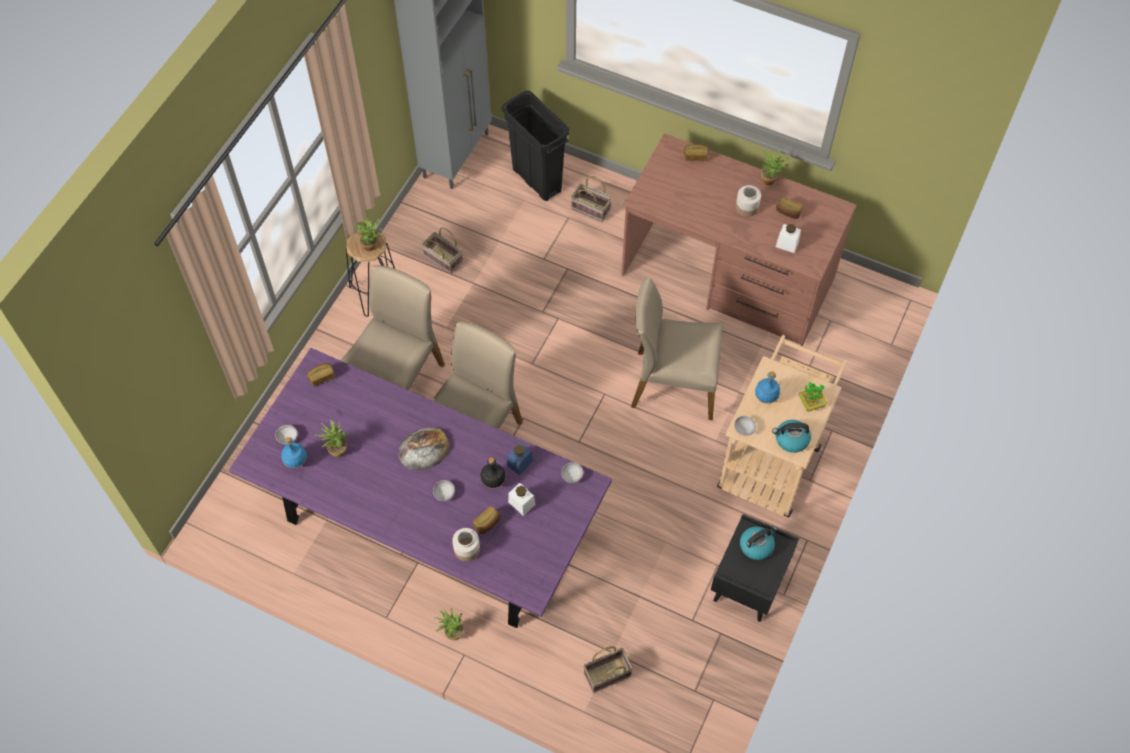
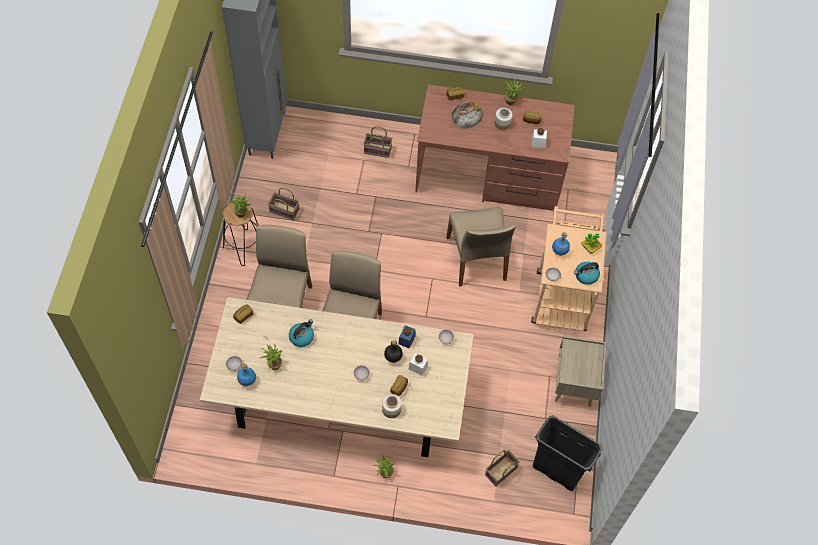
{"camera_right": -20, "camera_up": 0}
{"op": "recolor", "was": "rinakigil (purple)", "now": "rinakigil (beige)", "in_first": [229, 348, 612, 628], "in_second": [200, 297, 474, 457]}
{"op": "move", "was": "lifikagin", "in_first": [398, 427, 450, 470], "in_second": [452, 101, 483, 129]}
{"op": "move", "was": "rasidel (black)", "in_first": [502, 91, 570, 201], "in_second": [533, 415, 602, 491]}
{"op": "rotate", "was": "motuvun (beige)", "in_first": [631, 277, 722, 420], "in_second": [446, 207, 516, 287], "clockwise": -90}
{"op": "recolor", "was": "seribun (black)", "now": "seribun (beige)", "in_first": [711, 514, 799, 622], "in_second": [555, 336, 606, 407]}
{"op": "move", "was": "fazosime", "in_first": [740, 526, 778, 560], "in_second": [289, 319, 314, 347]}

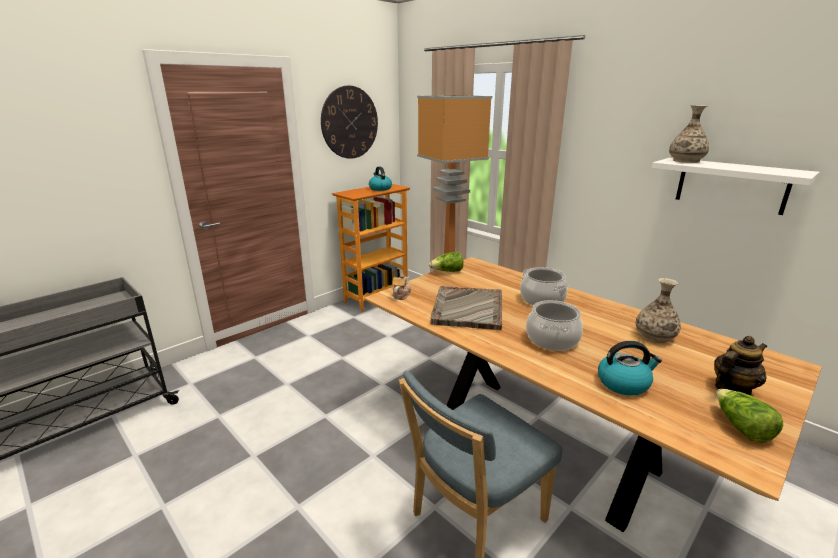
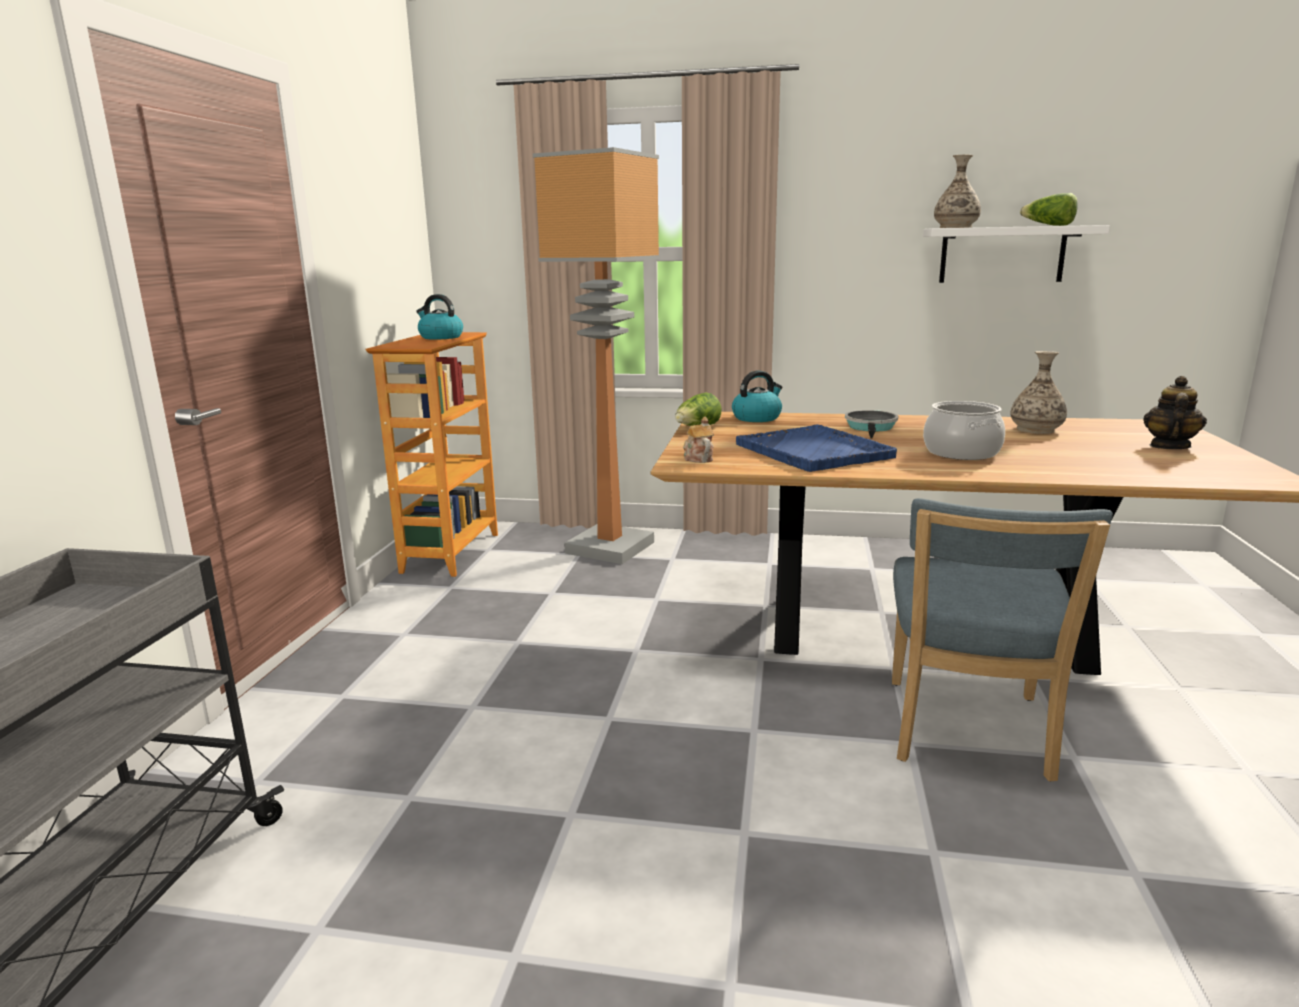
{"camera_right": -35, "camera_up": -5}
{"op": "delete", "was": "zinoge", "in_first": [321, 86, 378, 159]}
{"op": "recolor", "was": "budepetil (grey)", "now": "budepetil (blue)", "in_first": [431, 286, 502, 330], "in_second": [736, 425, 897, 472]}
{"op": "replace", "was": "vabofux", "now": "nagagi", "in_first": [520, 267, 569, 305], "in_second": [845, 410, 898, 439]}
{"op": "move", "was": "fazosime", "in_first": [598, 341, 662, 396], "in_second": [732, 370, 782, 422]}
{"op": "move", "was": "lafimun", "in_first": [716, 389, 783, 443], "in_second": [1020, 193, 1078, 226]}

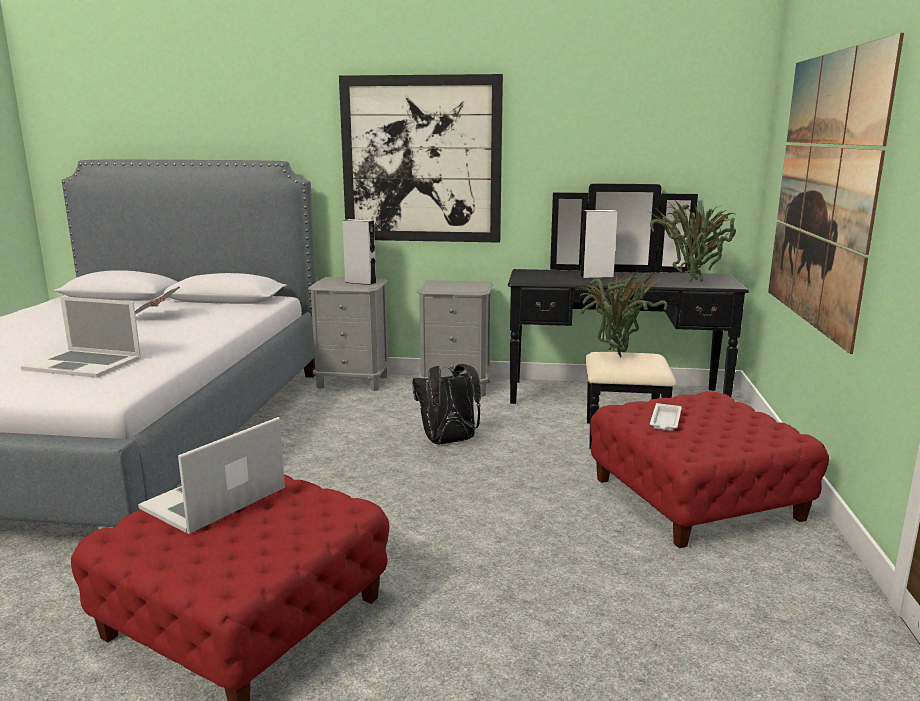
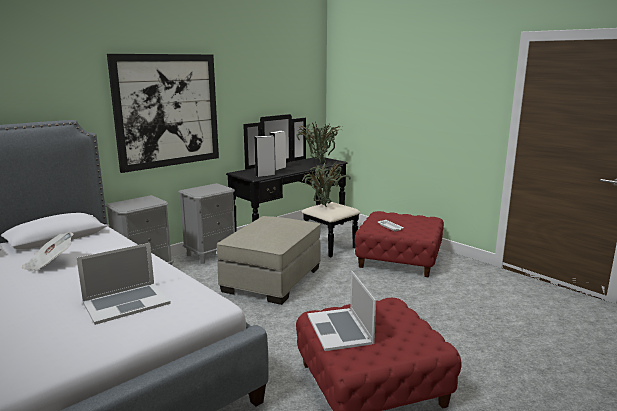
{"camera_right": -50, "camera_up": 0}
{"op": "move", "was": "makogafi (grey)", "in_first": [342, 219, 376, 285], "in_second": [254, 135, 275, 177]}
{"op": "replace", "was": "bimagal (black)", "now": "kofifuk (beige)", "in_first": [412, 364, 481, 445], "in_second": [217, 216, 321, 305]}
{"op": "delete", "was": "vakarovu", "in_first": [768, 33, 904, 354]}

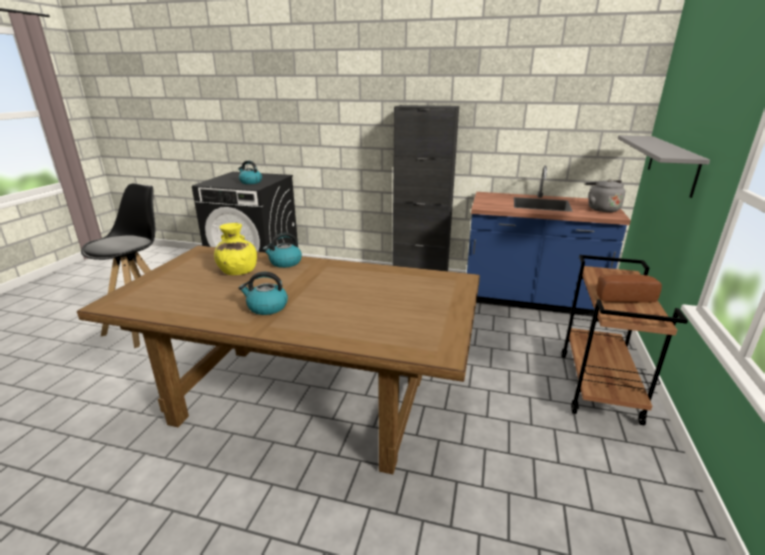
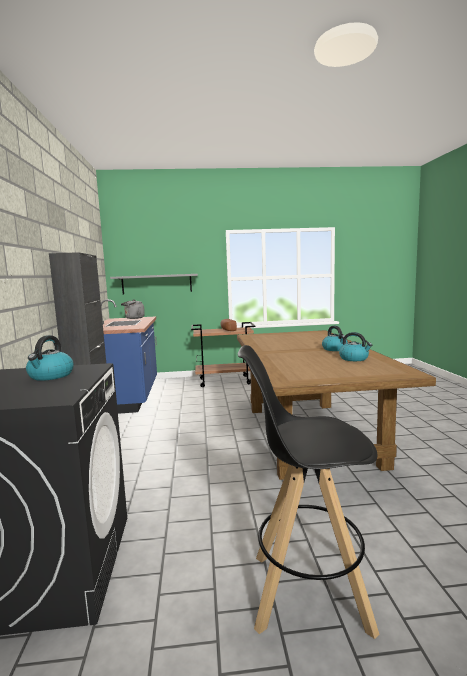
{"camera_right": -110, "camera_up": -15}
{"op": "delete", "was": "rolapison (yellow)", "in_first": [214, 223, 257, 275]}
{"op": "move", "was": "fazosime", "in_first": [263, 233, 302, 268], "in_second": [339, 332, 373, 361]}

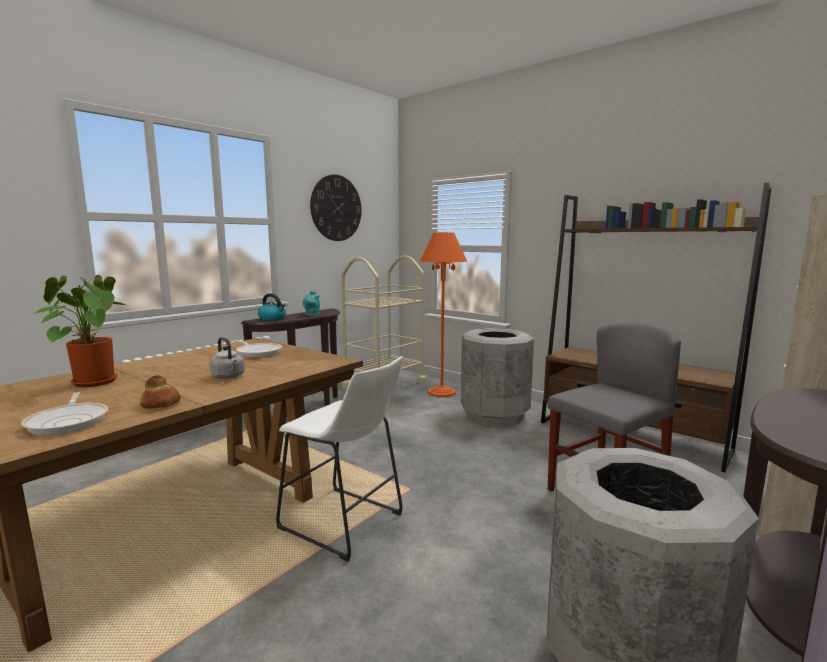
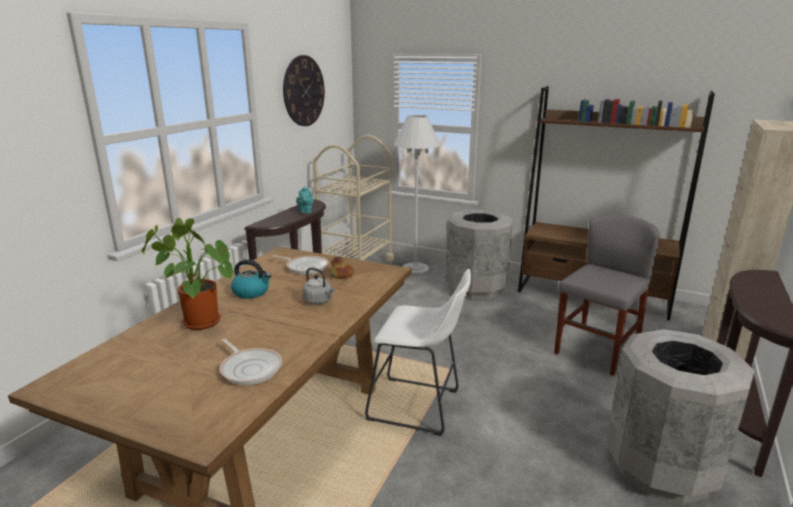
{"camera_right": -15, "camera_up": 10}
{"op": "move", "was": "lifikagin", "in_first": [140, 375, 181, 409], "in_second": [330, 256, 354, 279]}
{"op": "move", "was": "fazosime", "in_first": [258, 293, 286, 321], "in_second": [231, 259, 271, 299]}
{"op": "recolor", "was": "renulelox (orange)", "now": "renulelox (white)", "in_first": [420, 232, 467, 397], "in_second": [394, 115, 440, 275]}

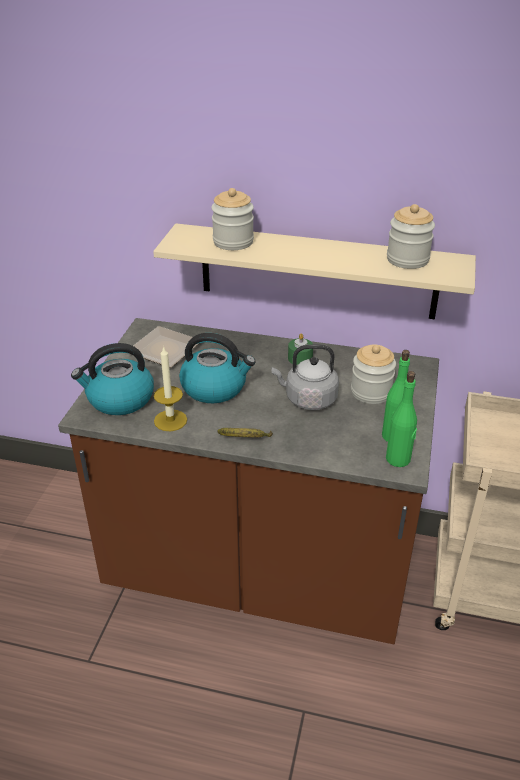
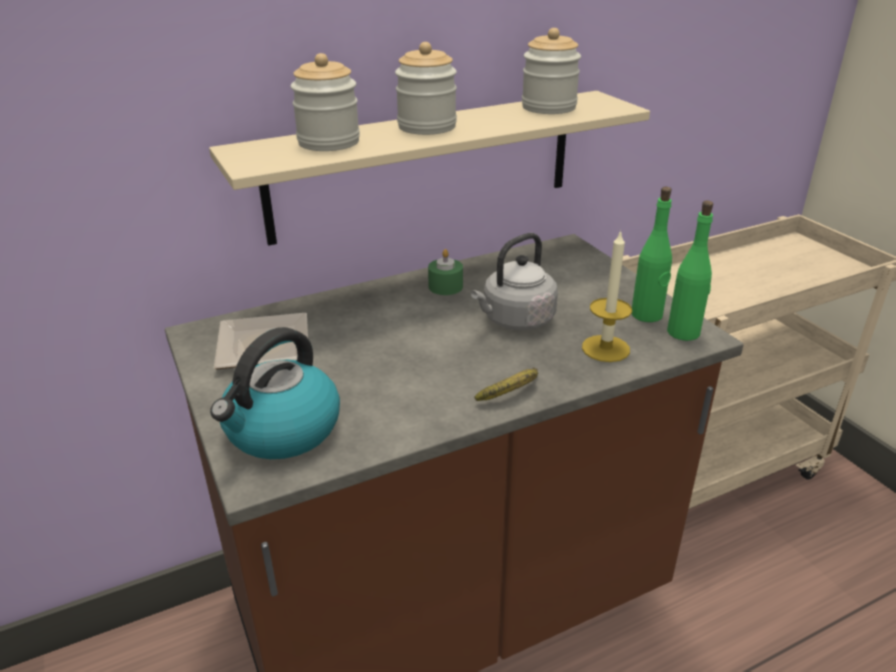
{"camera_right": -40, "camera_up": -5}
{"op": "move", "was": "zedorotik", "in_first": [154, 346, 187, 431], "in_second": [582, 230, 632, 362]}
{"op": "delete", "was": "fazosime", "in_first": [179, 333, 256, 403]}
{"op": "move", "was": "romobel", "in_first": [351, 345, 396, 404], "in_second": [395, 42, 457, 135]}

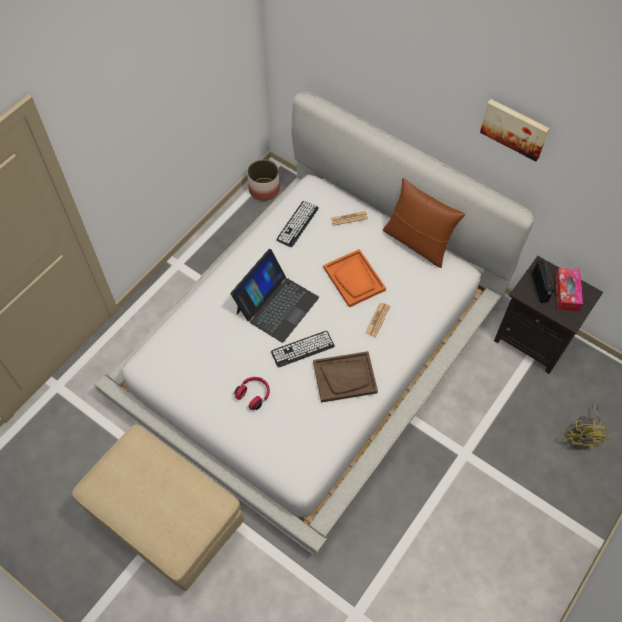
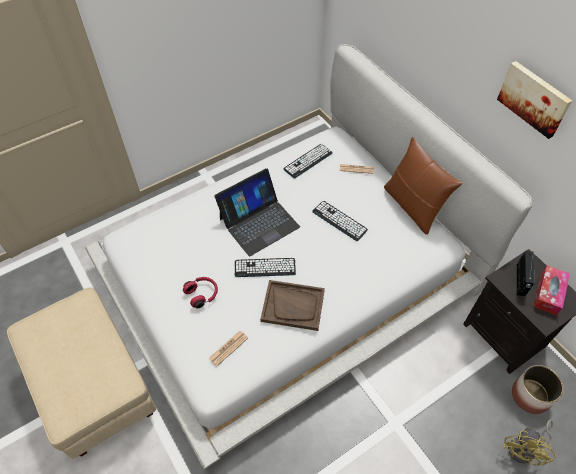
{"camera_right": 20, "camera_up": -5}
{"op": "move", "was": "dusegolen", "in_first": [247, 160, 280, 201], "in_second": [512, 365, 564, 414]}
{"op": "replace", "was": "budepetil (orange)", "now": "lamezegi", "in_first": [323, 249, 386, 307], "in_second": [312, 201, 368, 241]}
{"op": "move", "was": "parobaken", "in_first": [365, 303, 390, 337], "in_second": [208, 331, 248, 367]}

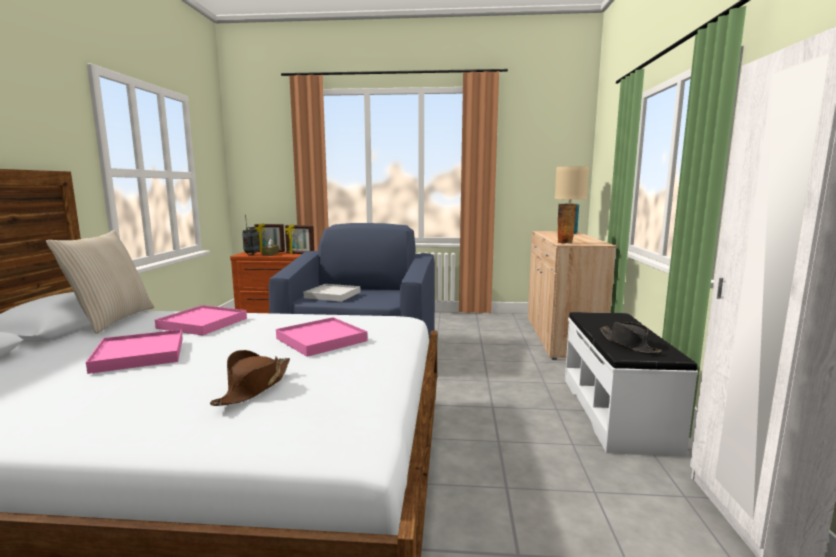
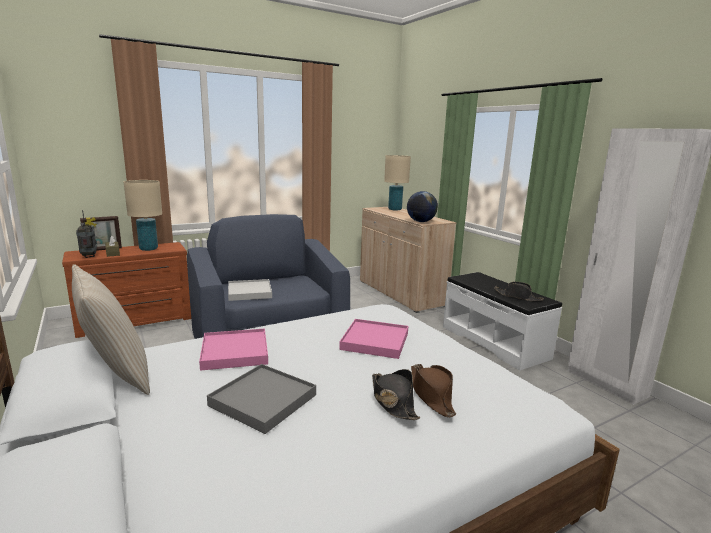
{"camera_right": -35, "camera_up": 5}
{"op": "recolor", "was": "budepetil (pink)", "now": "budepetil (grey)", "in_first": [86, 329, 183, 374], "in_second": [207, 364, 316, 434]}
{"op": "replace", "was": "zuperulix", "now": "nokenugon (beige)", "in_first": [285, 224, 314, 254], "in_second": [124, 180, 162, 251]}
{"op": "replace", "was": "rolapison", "now": "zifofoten", "in_first": [557, 204, 577, 244], "in_second": [407, 191, 438, 222]}
{"op": "insert", "now": "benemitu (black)", "in_second": [372, 369, 420, 420]}

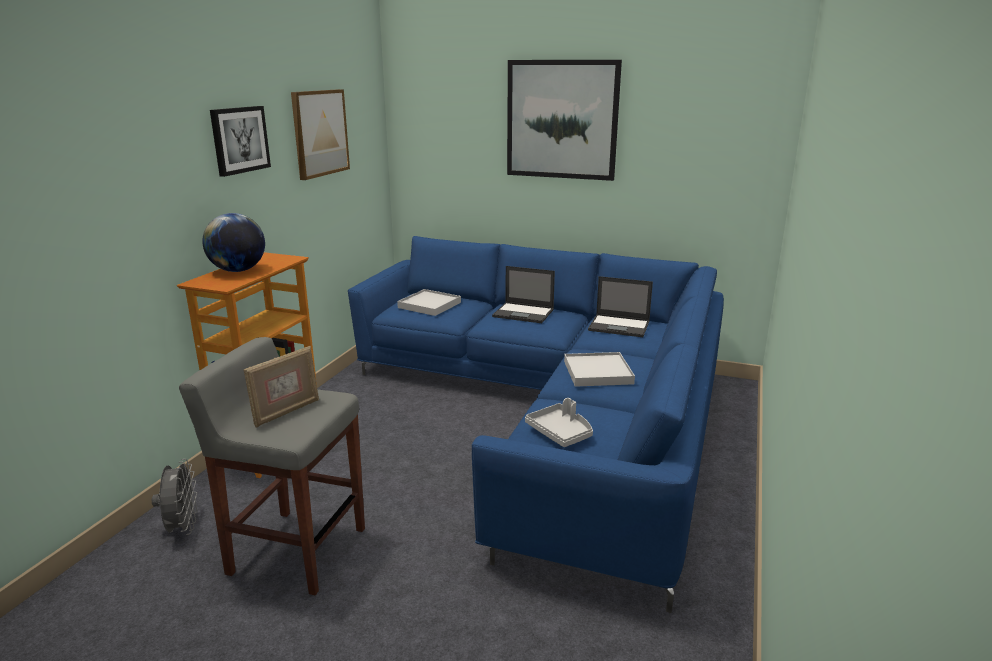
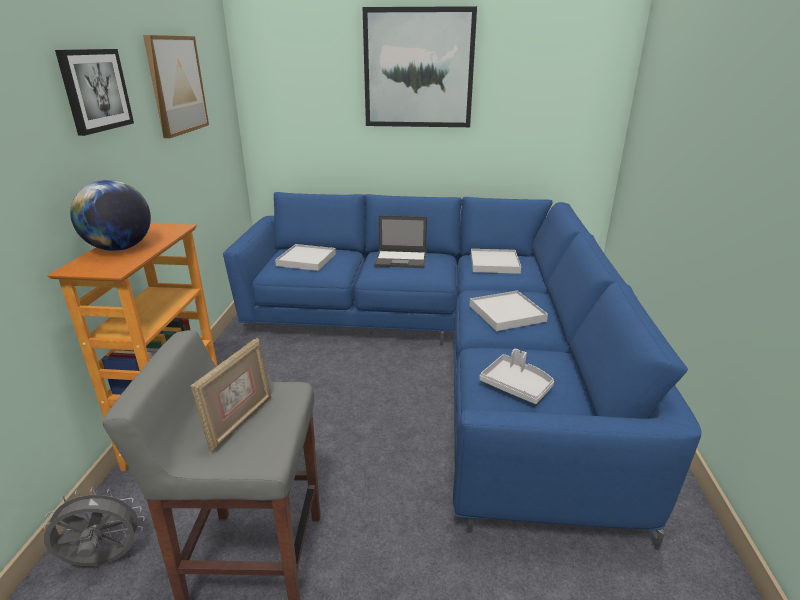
{"camera_right": -15, "camera_up": 5}
{"op": "rotate", "was": "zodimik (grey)", "in_first": [152, 459, 197, 535], "in_second": [44, 488, 145, 566], "clockwise": -75}
{"op": "replace", "was": "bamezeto", "now": "budepetil (white)", "in_first": [588, 276, 653, 337], "in_second": [471, 249, 521, 274]}

